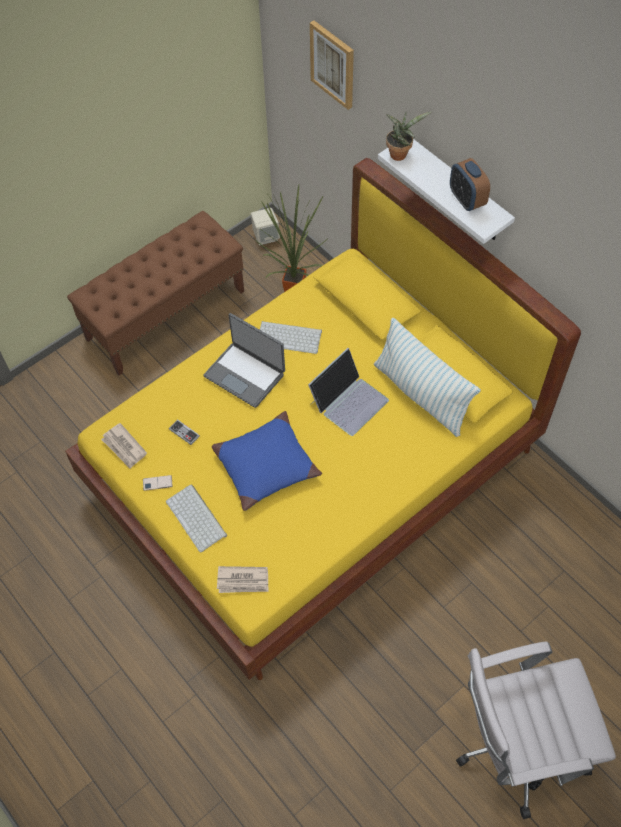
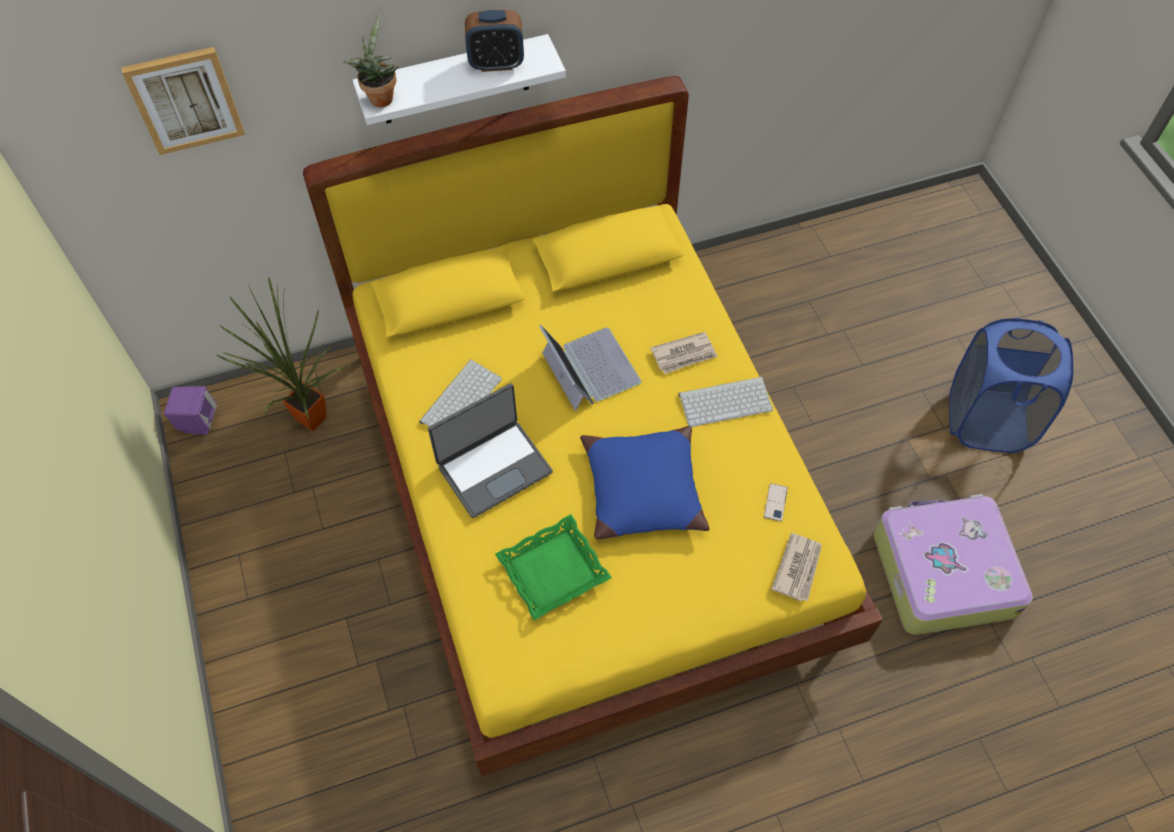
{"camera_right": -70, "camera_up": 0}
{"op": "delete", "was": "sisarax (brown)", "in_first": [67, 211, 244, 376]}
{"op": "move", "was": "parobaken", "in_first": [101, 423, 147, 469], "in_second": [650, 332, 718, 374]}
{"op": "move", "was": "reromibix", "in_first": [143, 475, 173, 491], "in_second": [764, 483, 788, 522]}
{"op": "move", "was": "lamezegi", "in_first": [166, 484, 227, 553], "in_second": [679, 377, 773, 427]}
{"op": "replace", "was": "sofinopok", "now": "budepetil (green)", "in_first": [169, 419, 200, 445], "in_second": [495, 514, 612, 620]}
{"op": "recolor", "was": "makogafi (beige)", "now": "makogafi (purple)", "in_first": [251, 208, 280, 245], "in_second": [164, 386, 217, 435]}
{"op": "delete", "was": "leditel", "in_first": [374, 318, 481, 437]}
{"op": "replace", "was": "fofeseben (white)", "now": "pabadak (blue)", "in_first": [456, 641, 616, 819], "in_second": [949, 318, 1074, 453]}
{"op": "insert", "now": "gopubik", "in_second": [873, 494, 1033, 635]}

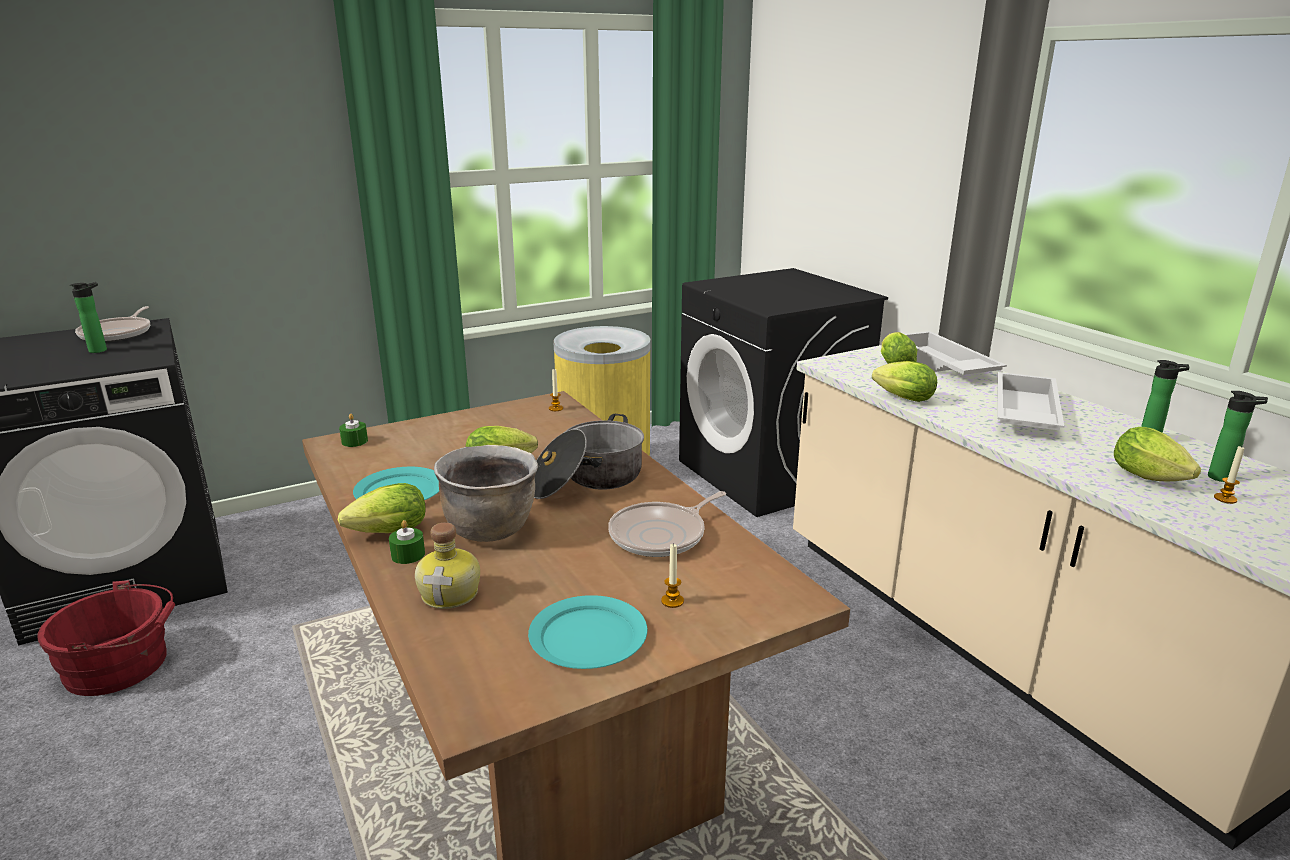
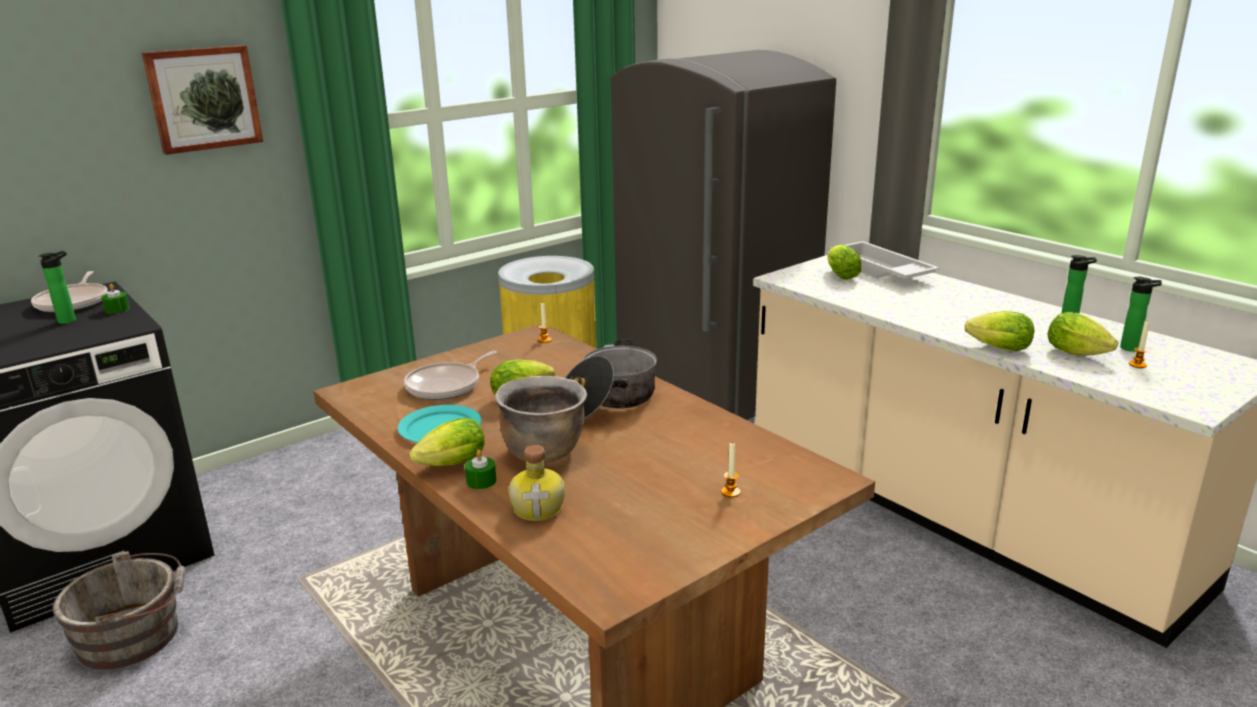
{"camera_right": -10, "camera_up": 0}
{"op": "recolor", "was": "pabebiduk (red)", "now": "pabebiduk (grey)", "in_first": [37, 580, 175, 696], "in_second": [53, 551, 185, 670]}
{"op": "move", "was": "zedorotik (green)", "in_first": [339, 414, 368, 447], "in_second": [101, 284, 130, 314]}
{"op": "delete", "was": "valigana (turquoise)", "in_first": [528, 595, 648, 669]}
{"op": "move", "was": "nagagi", "in_first": [608, 491, 726, 557], "in_second": [404, 351, 497, 400]}
{"op": "replace", "was": "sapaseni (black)", "now": "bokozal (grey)", "in_first": [679, 268, 888, 517], "in_second": [611, 50, 836, 420]}
{"op": "move", "was": "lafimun", "in_first": [872, 361, 937, 402], "in_second": [965, 311, 1034, 351]}
{"op": "delete", "was": "budepetil (white)", "in_first": [997, 372, 1064, 430]}
{"op": "insert", "now": "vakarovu", "in_second": [142, 45, 263, 155]}

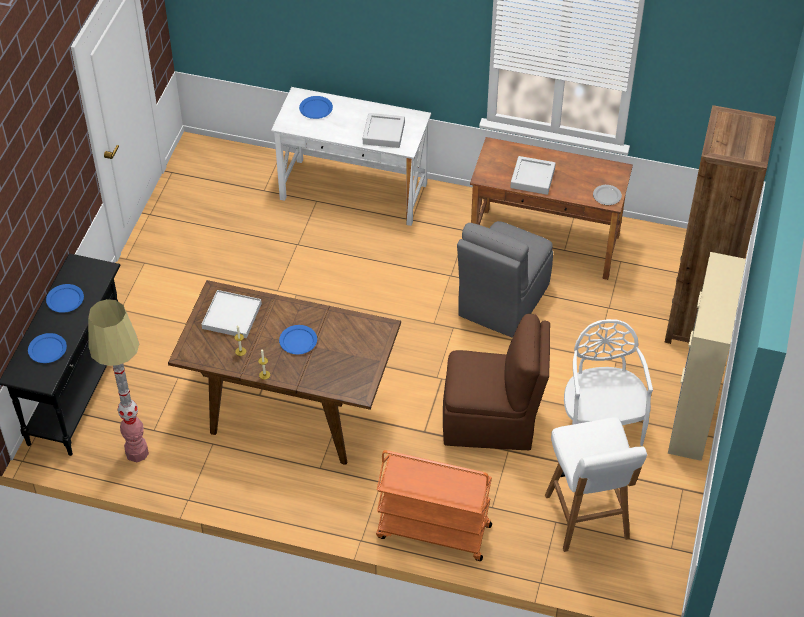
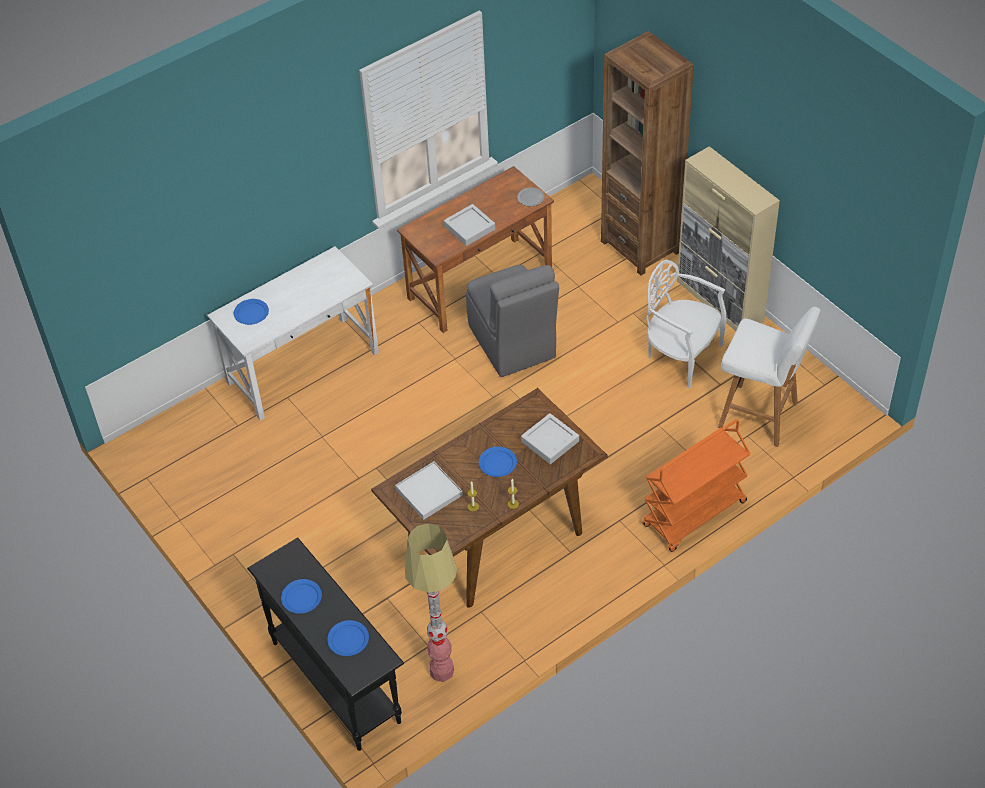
{"camera_right": -50, "camera_up": 0}
{"op": "move", "was": "budepetil (grey)", "in_first": [363, 113, 405, 148], "in_second": [521, 413, 579, 464]}
{"op": "delete", "was": "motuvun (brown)", "in_first": [443, 314, 550, 450]}

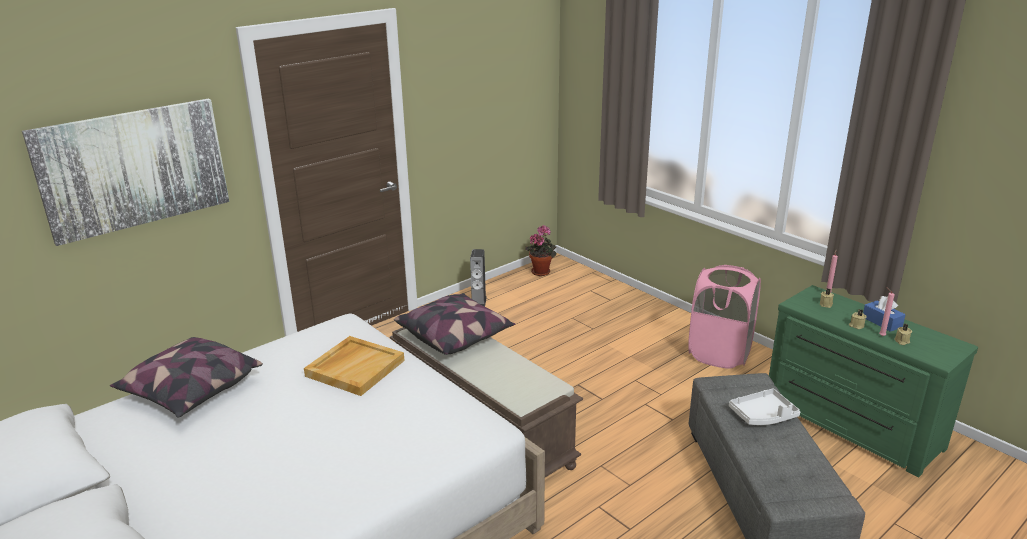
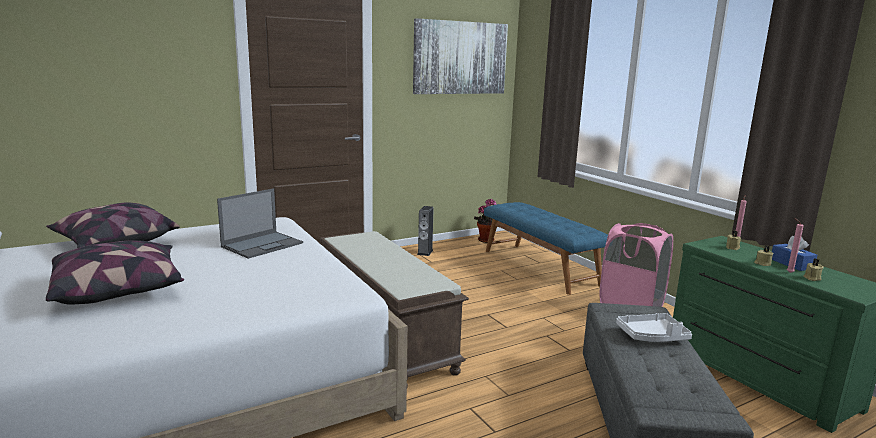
{"camera_right": 10, "camera_up": -10}
{"op": "move", "was": "vakarovu", "in_first": [22, 98, 229, 246], "in_second": [413, 18, 508, 94]}
{"op": "replace", "was": "budepetil (beige)", "now": "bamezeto", "in_first": [304, 336, 405, 396], "in_second": [217, 188, 303, 259]}
{"op": "move", "was": "leditel", "in_first": [394, 293, 515, 355], "in_second": [46, 240, 184, 305]}
{"op": "insert", "now": "sisarax (blue)", "in_second": [484, 202, 608, 295]}

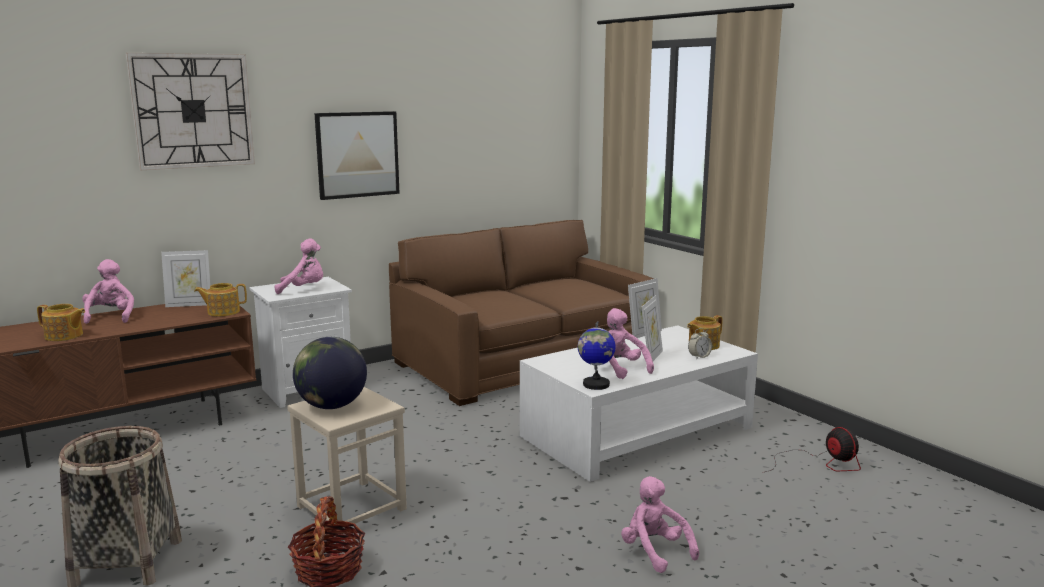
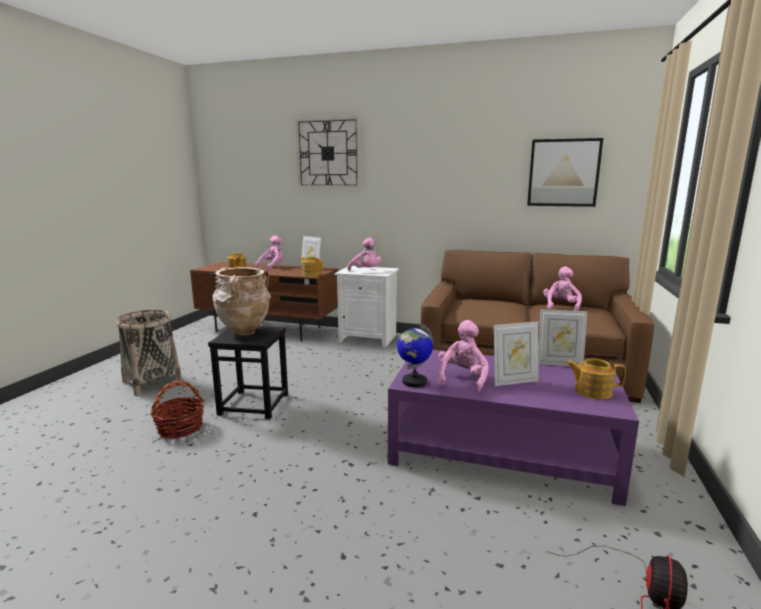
{"camera_right": 50, "camera_up": 0}
{"op": "recolor", "was": "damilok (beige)", "now": "damilok (black)", "in_first": [287, 387, 407, 528], "in_second": [208, 326, 288, 419]}
{"op": "replace", "was": "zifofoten", "now": "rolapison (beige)", "in_first": [293, 337, 367, 409], "in_second": [212, 267, 271, 336]}
{"op": "move", "was": "vakarovu", "in_first": [314, 111, 400, 200], "in_second": [527, 138, 603, 207]}
{"op": "recolor", "was": "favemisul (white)", "now": "favemisul (purple)", "in_first": [520, 325, 758, 482], "in_second": [388, 350, 639, 506]}
{"op": "move", "was": "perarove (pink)", "in_first": [621, 476, 699, 573], "in_second": [543, 266, 582, 311]}
{"op": "delete", "was": "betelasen", "in_first": [688, 328, 712, 359]}

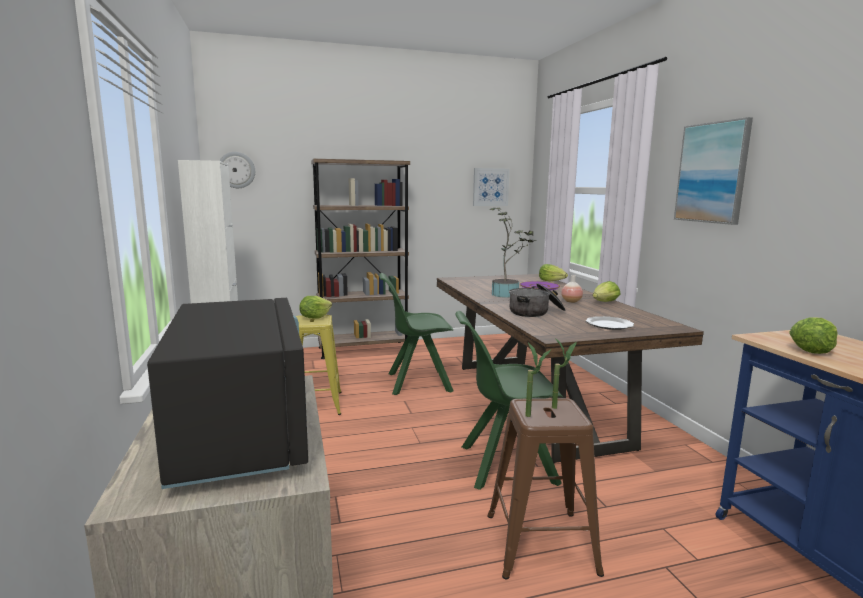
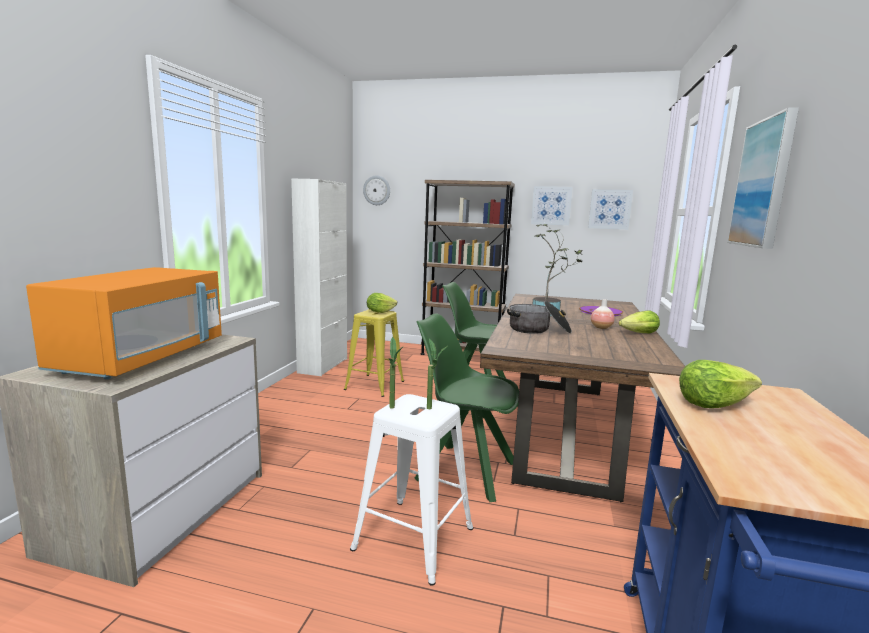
{"camera_right": 30, "camera_up": 0}
{"op": "recolor", "was": "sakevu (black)", "now": "sakevu (orange)", "in_first": [147, 298, 308, 489], "in_second": [26, 267, 222, 379]}
{"op": "recolor", "was": "damilok (brown)", "now": "damilok (white)", "in_first": [487, 398, 604, 579], "in_second": [350, 394, 473, 586]}
{"op": "delete", "was": "lafimun", "in_first": [539, 264, 568, 281]}
{"op": "delete", "was": "valigana", "in_first": [586, 316, 634, 330]}
{"op": "insert", "now": "vakarovu", "in_second": [531, 186, 573, 226]}

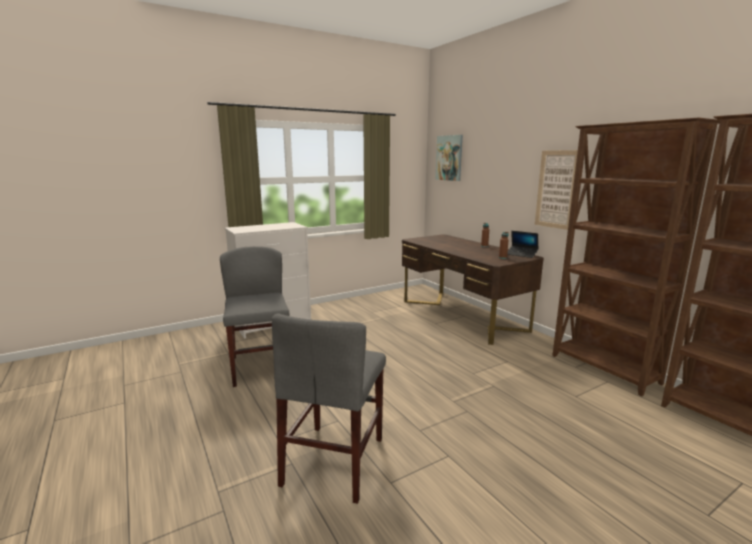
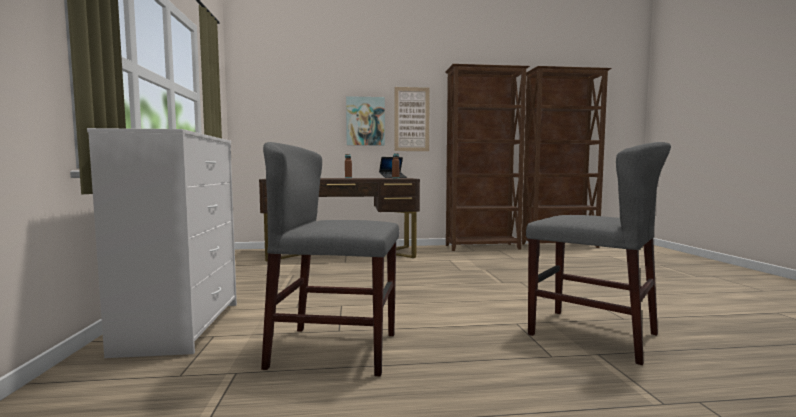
{"camera_right": -65, "camera_up": -10}
{"op": "move", "was": "vakarovu", "in_first": [435, 135, 463, 181], "in_second": [346, 96, 385, 145]}

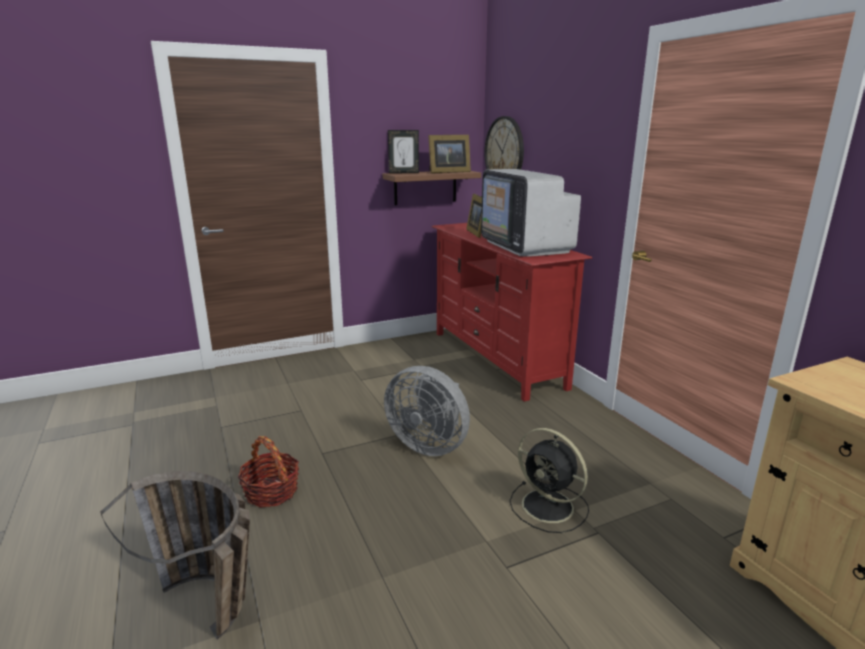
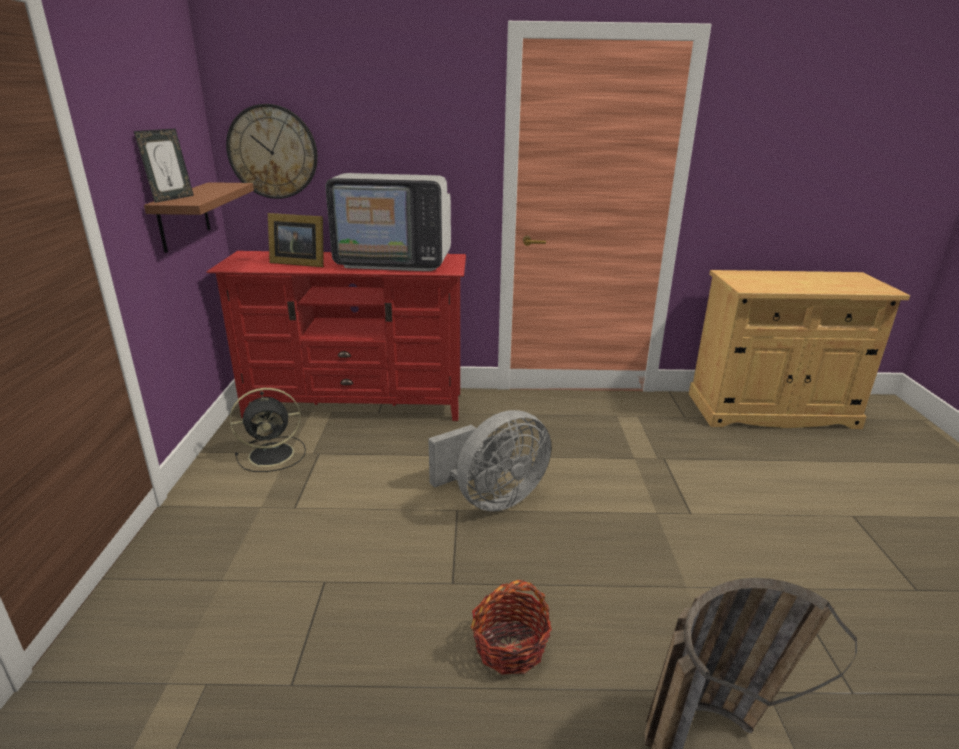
{"camera_right": -65, "camera_up": 5}
{"op": "delete", "was": "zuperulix", "in_first": [428, 135, 471, 173]}
{"op": "move", "was": "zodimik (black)", "in_first": [510, 428, 589, 533], "in_second": [230, 388, 306, 472]}

